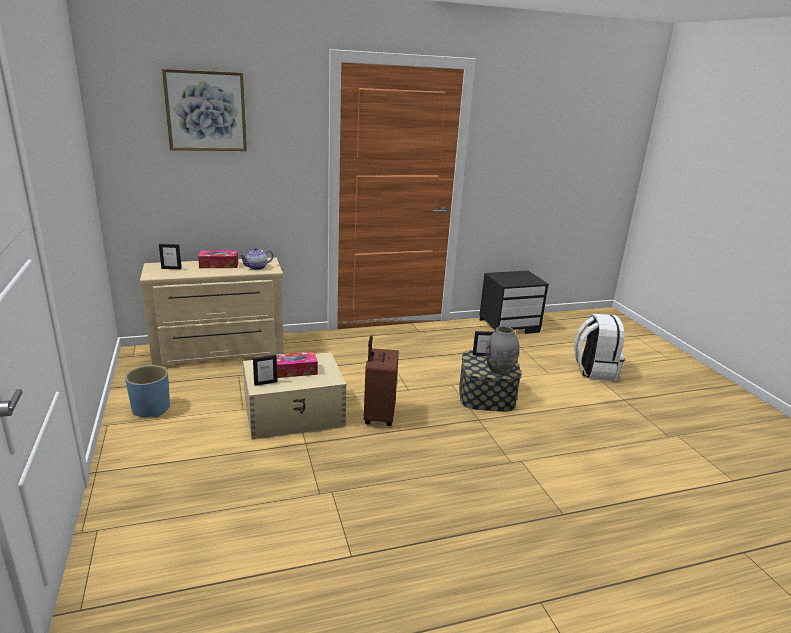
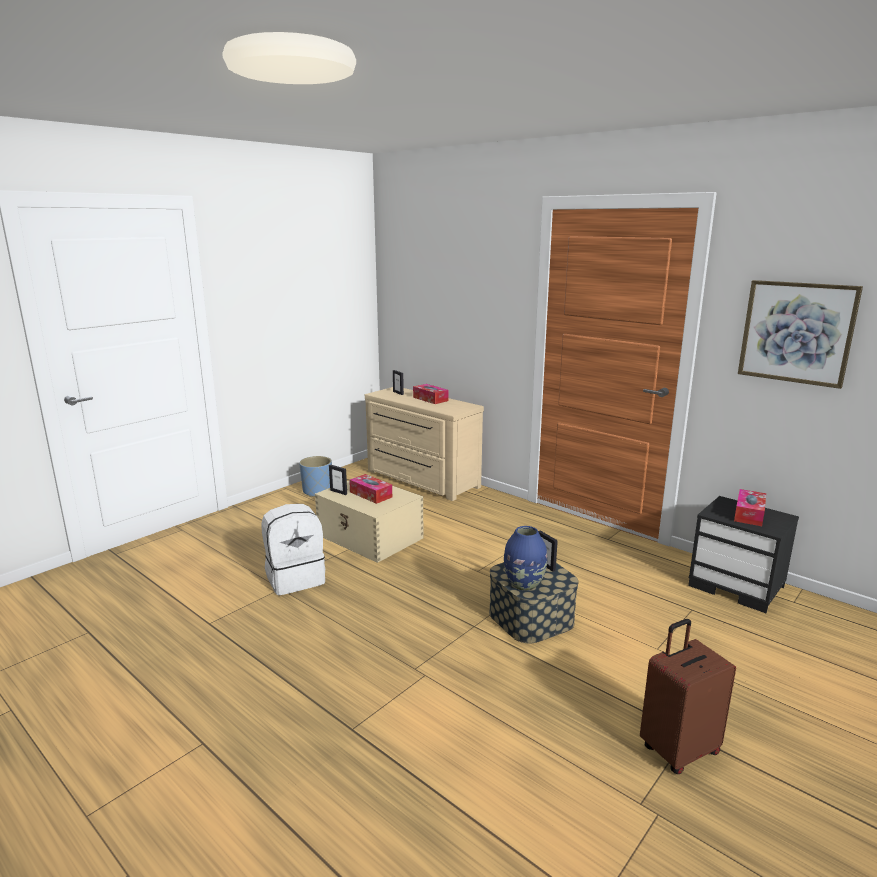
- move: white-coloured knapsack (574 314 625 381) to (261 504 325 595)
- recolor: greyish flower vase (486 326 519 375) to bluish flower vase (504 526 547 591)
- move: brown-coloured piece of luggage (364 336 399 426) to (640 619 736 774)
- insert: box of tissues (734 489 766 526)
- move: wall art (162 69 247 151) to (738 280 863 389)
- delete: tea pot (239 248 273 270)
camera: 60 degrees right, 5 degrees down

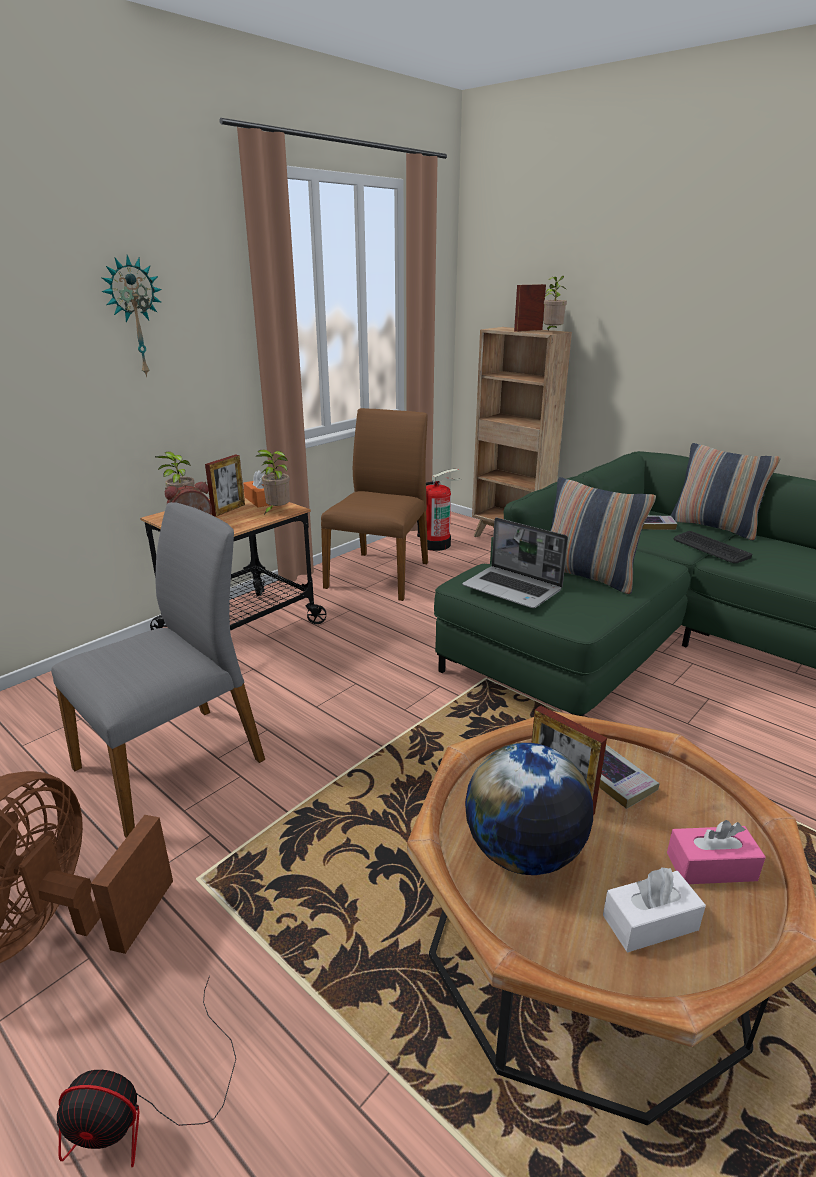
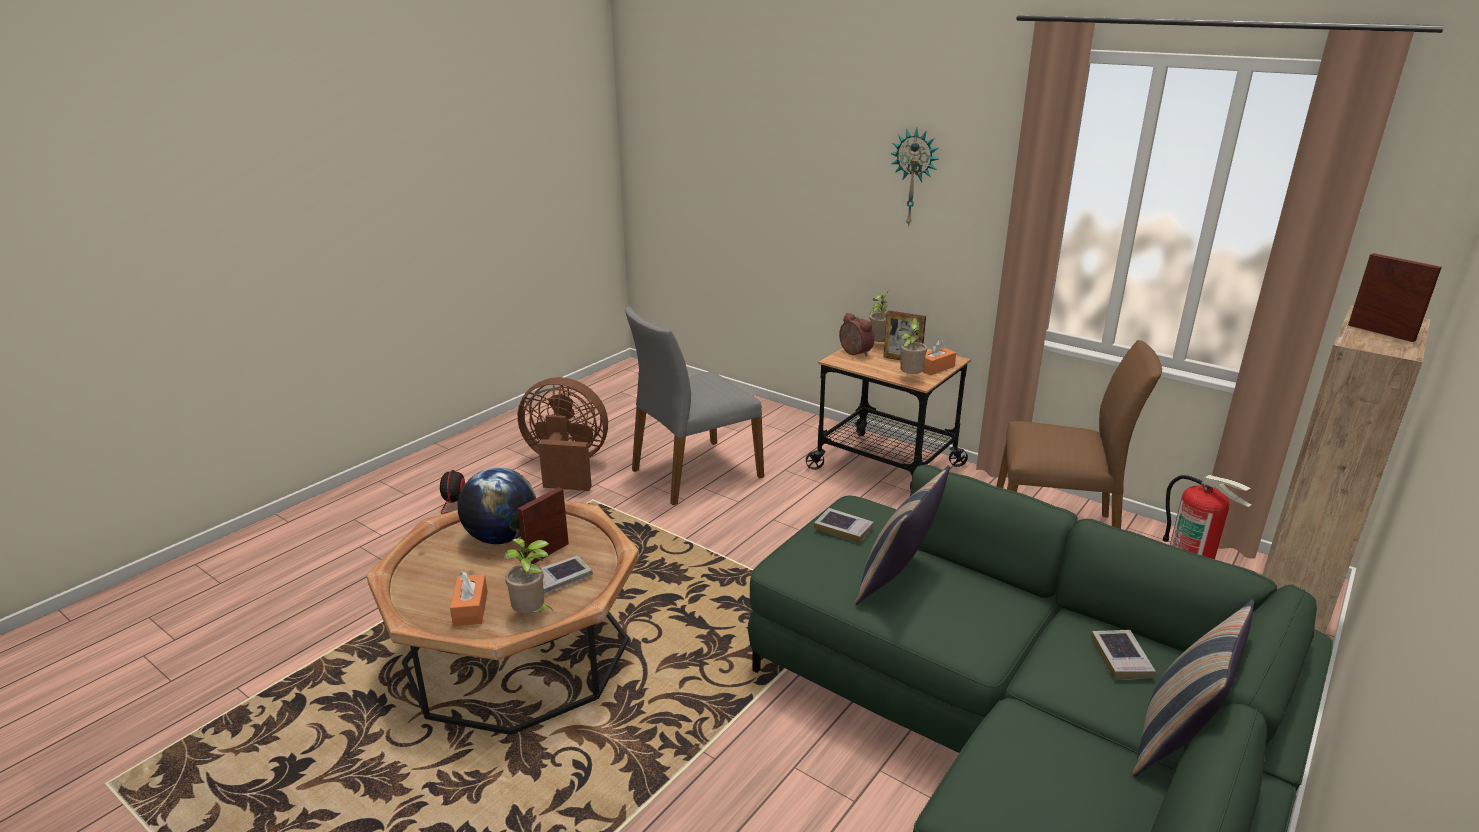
- recolor: pinkish box of tissues (667 820 766 884) to orange box of tissues (450 571 488 626)
- move: potted plant (543 276 567 331) to (504 539 552 613)
- rotate: greyish chair (51 502 265 838) = (625 306 764 505) 105 degrees clockwise
- replace: laptop (462 518 568 608) to bound book (814 508 874 543)
- delete: white-coloured box of tissues (603 867 706 952)
- delete: PC keyboard (674 531 752 563)
camera: 85 degrees right, 0 degrees up

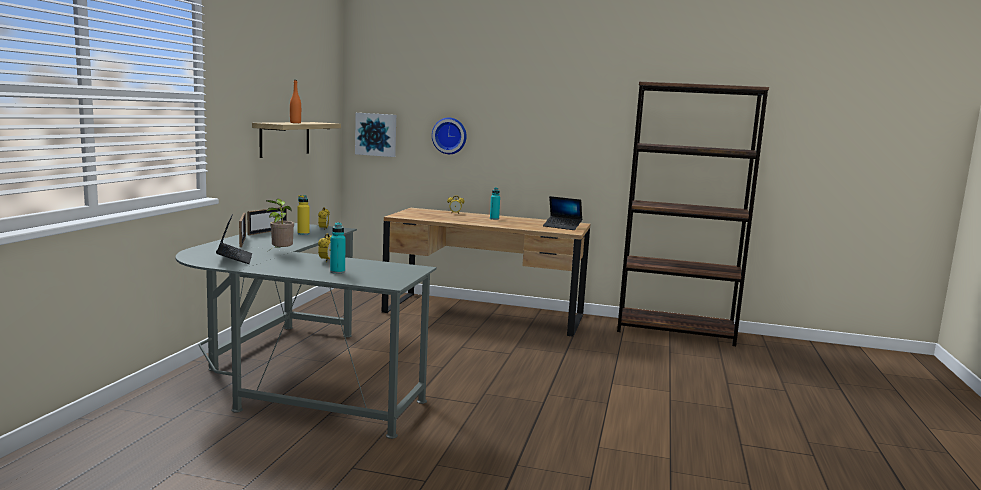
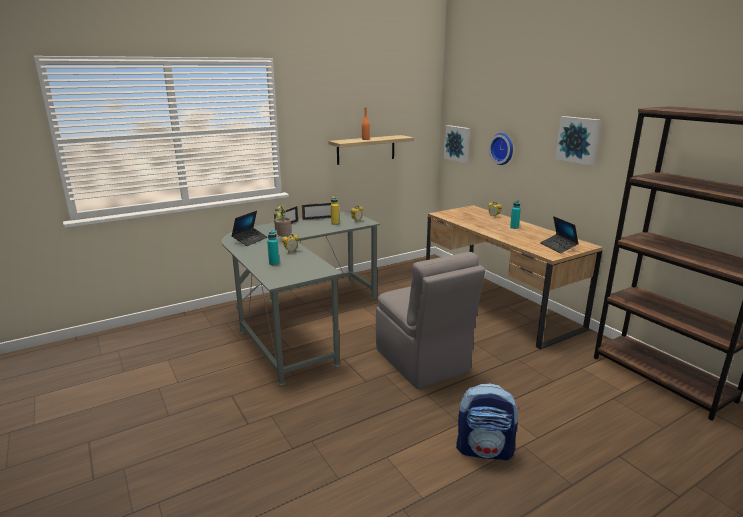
- insert: greyish chair (376 252 485 389)
- insert: knapsack (456 383 520 461)
- insert: wall art (555 116 601 166)
camera: 45 degrees right, 10 degrees up

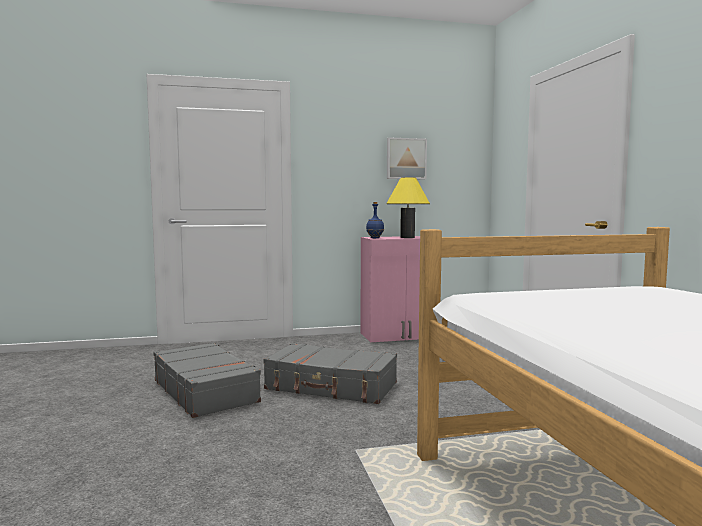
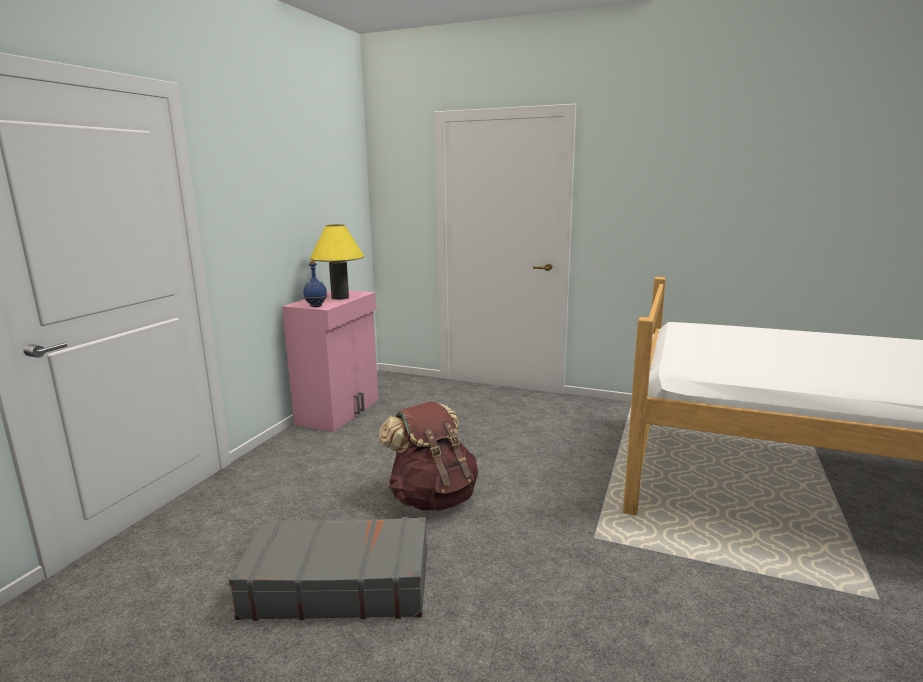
- replace: greyish piece of luggage (263 343 397 404) to brown-coloured knapsack (378 401 478 511)
- delete: wall art (387 137 427 179)
camera: 55 degrees left, 10 degrees up

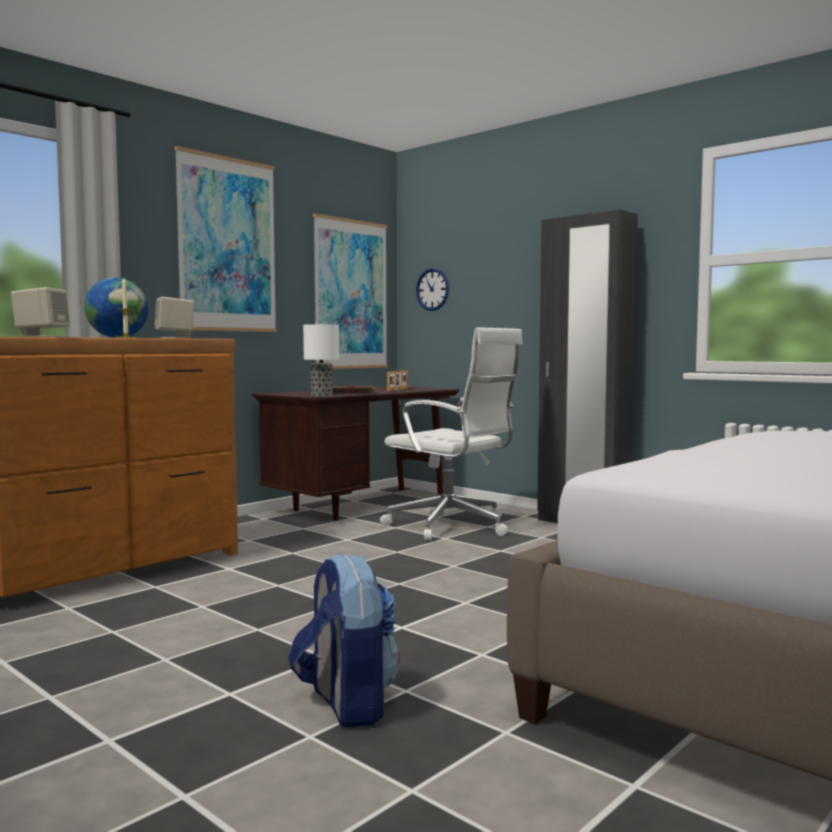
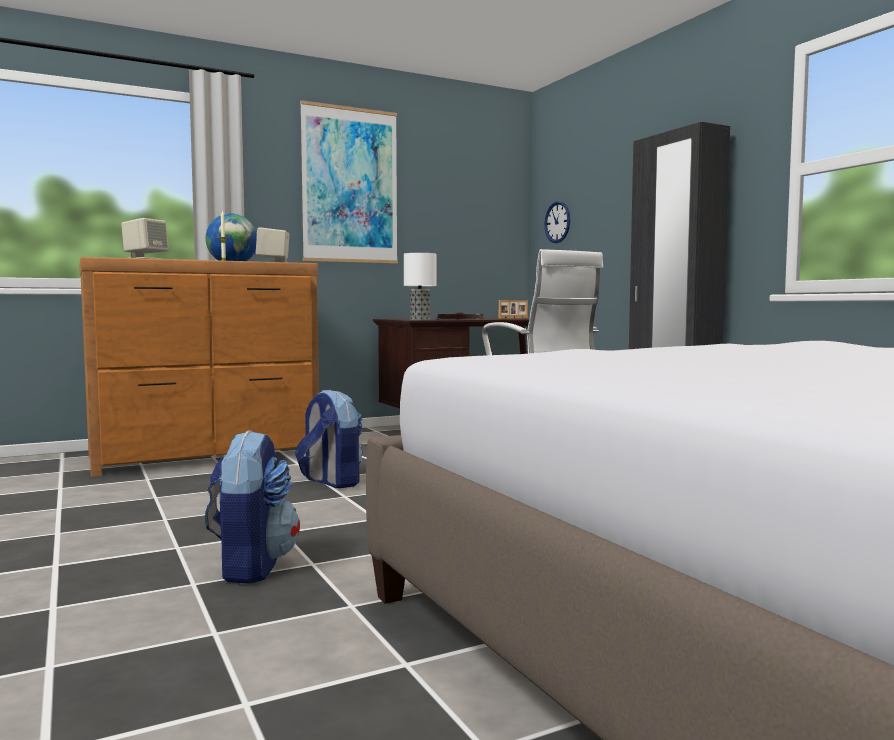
- insert: knapsack (295 390 362 488)
- delete: wall art (313 213 388 369)
camera: 20 degrees right, 0 degrees up

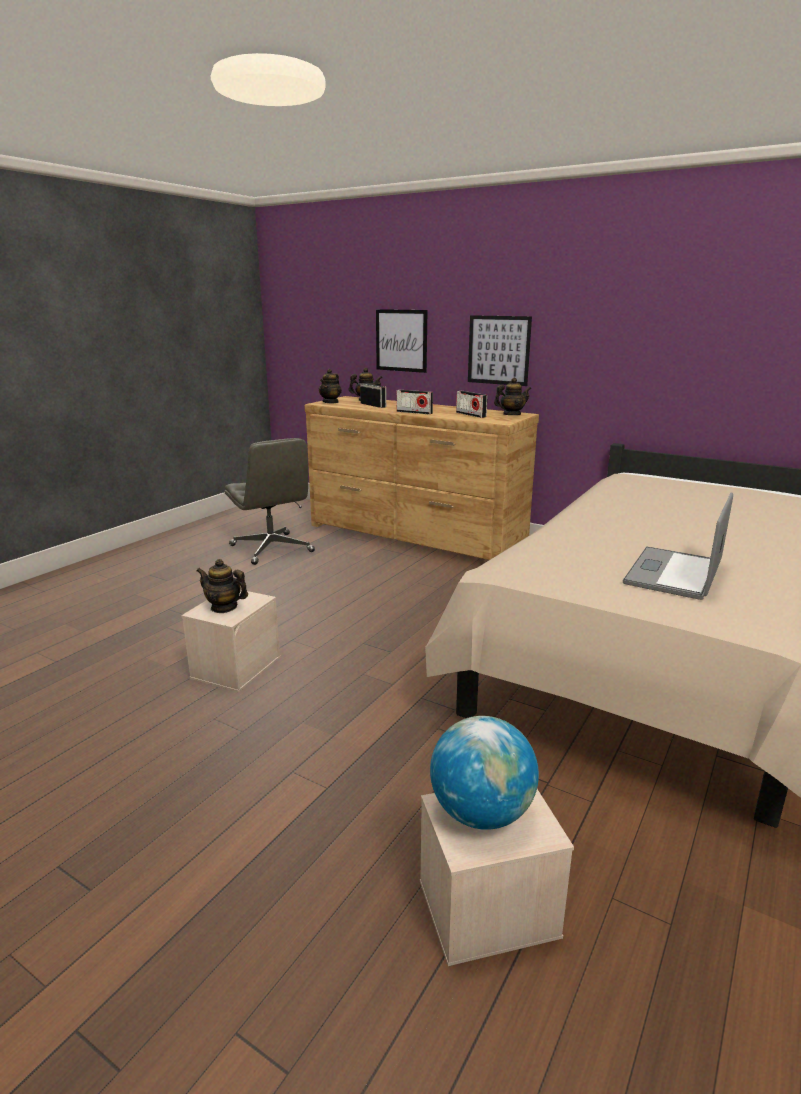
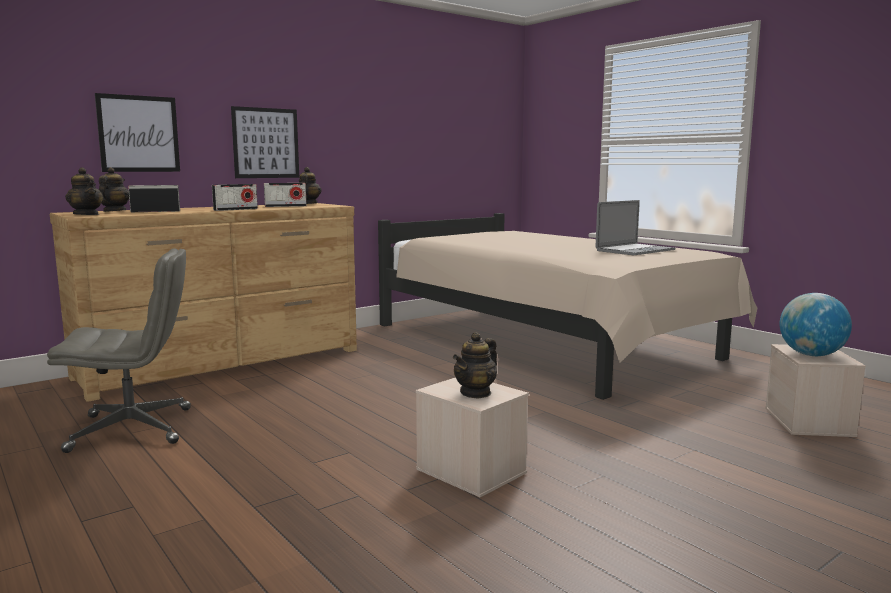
- rotate: laptop (623 492 733 600) = (596 200 675 255) 90 degrees counterclockwise
camera: 70 degrees left, 10 degrees down

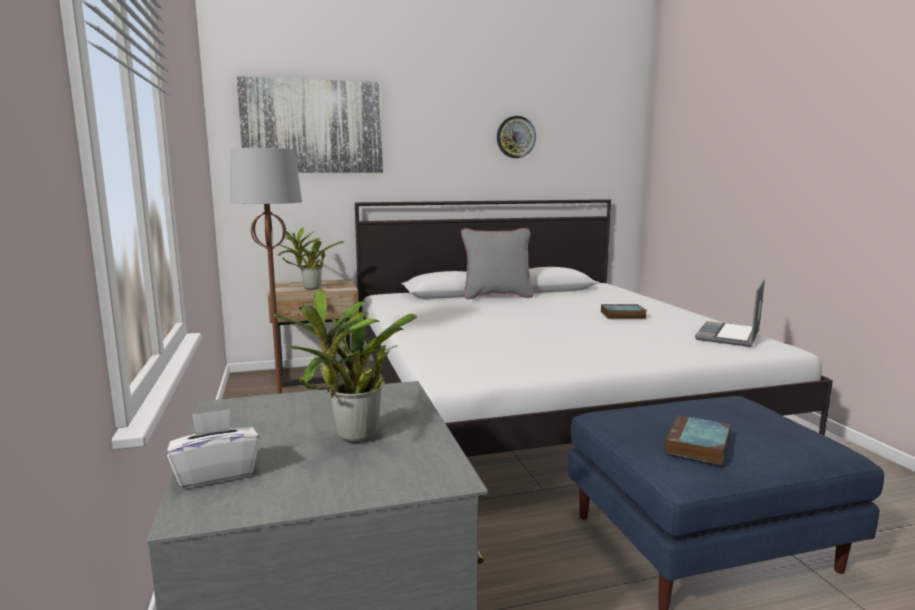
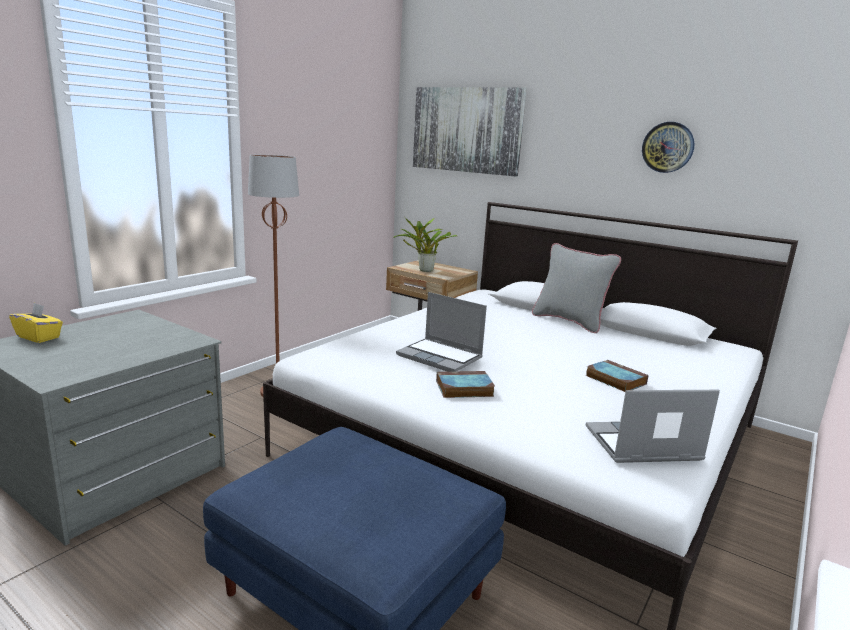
- recolor: white-coloured box of tissues (167 409 259 488) to yellow-coloured box of tissues (9 303 63 343)
- insert: laptop (396 292 487 372)
- move: bound book (665 415 731 465) to (436 371 495 398)
- delete: potted plant (274 289 417 443)
camera: 50 degrees right, 5 degrees up

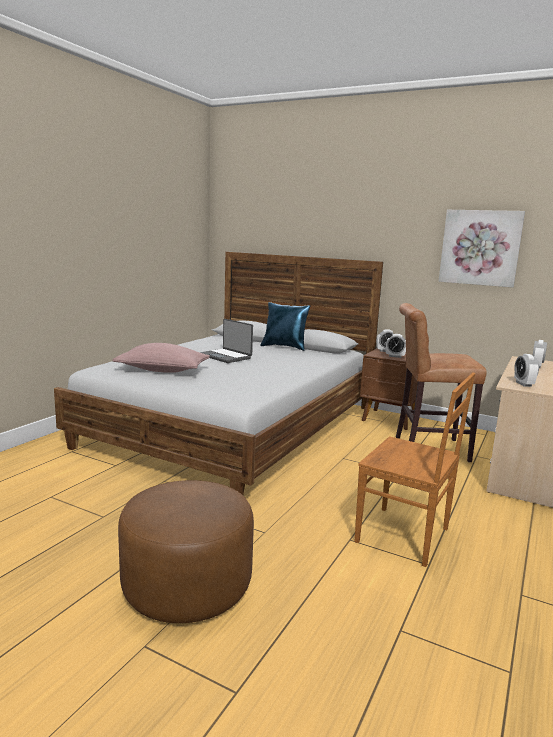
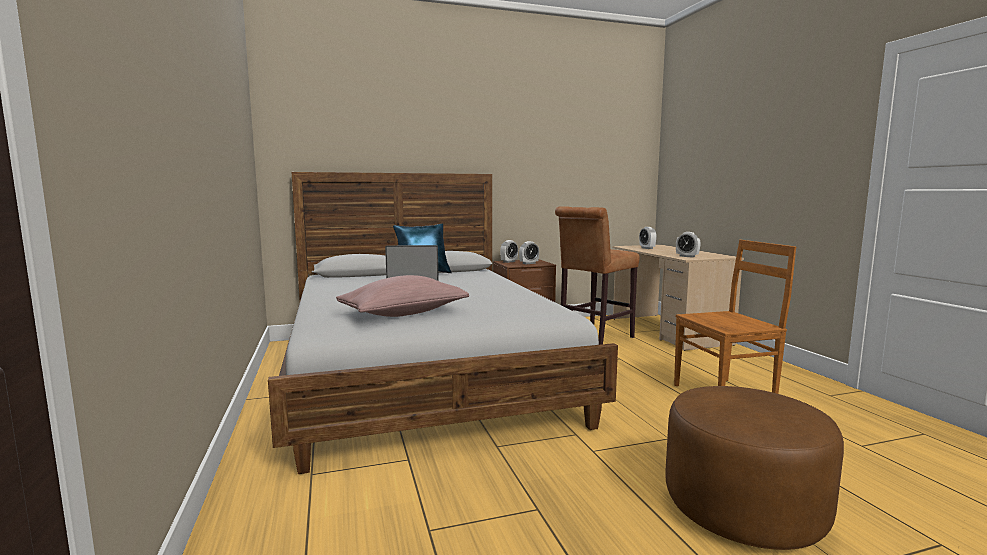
- delete: wall art (439 210 525 288)
camera: 45 degrees left, 5 degrees down

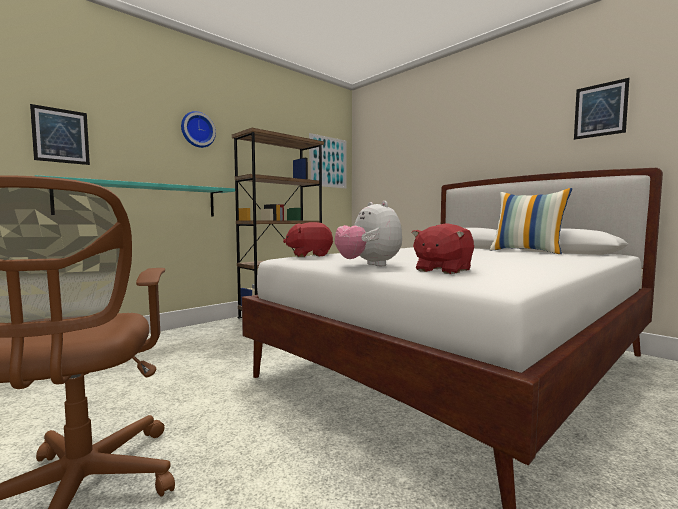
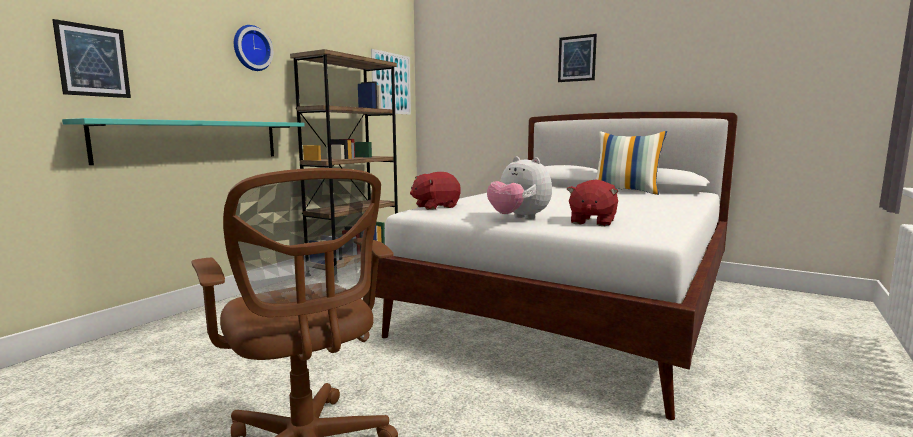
- move: wall art (574 78 629 140) to (558 34 597 82)
camera: 15 degrees left, 5 degrees up

